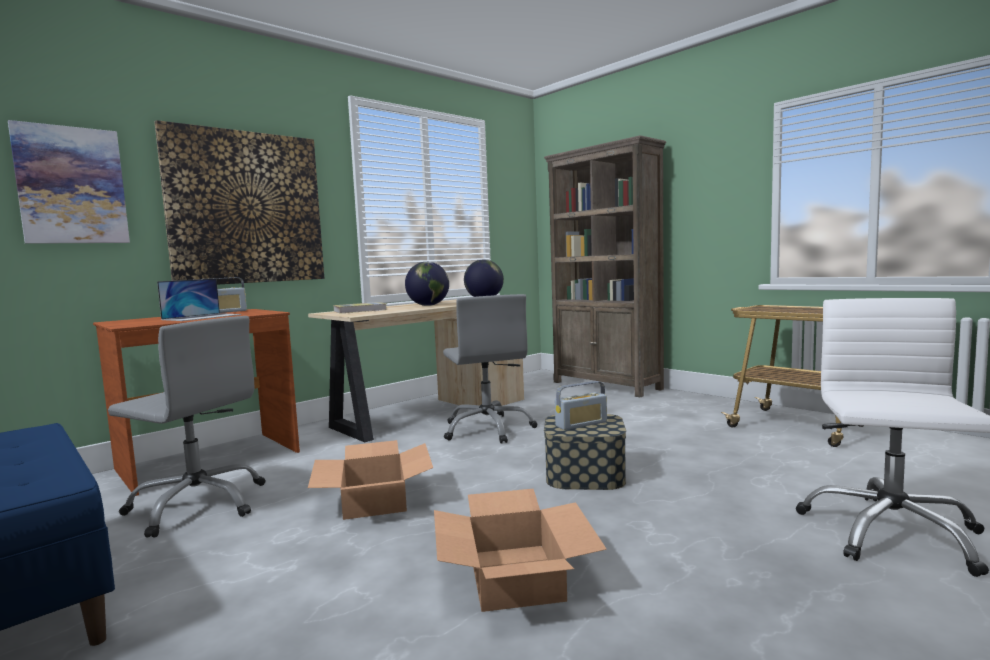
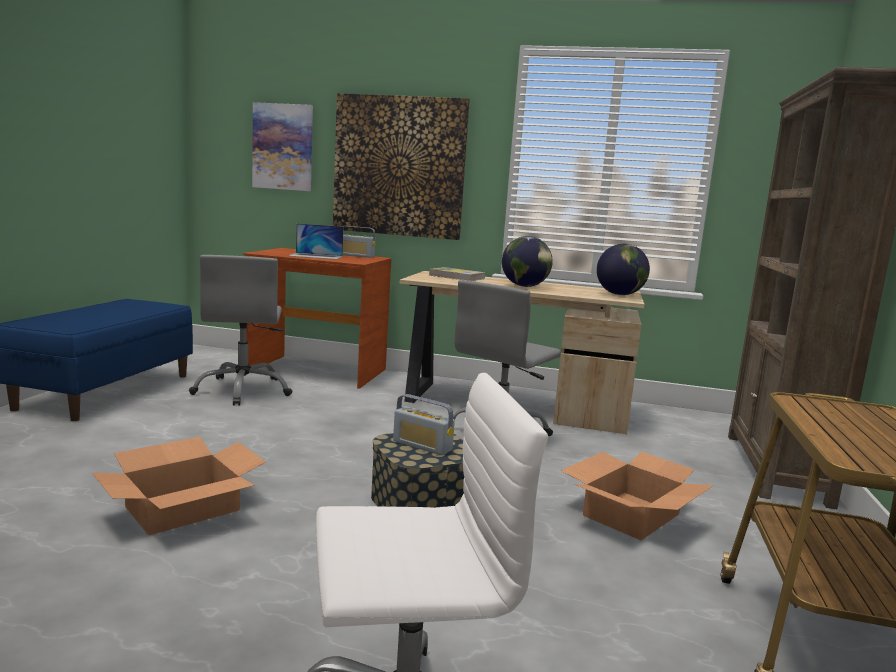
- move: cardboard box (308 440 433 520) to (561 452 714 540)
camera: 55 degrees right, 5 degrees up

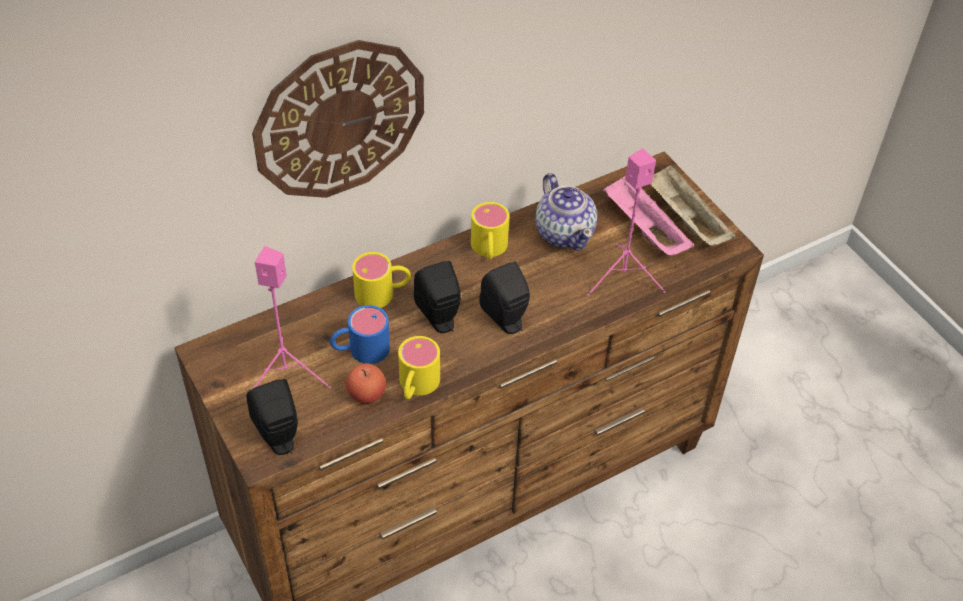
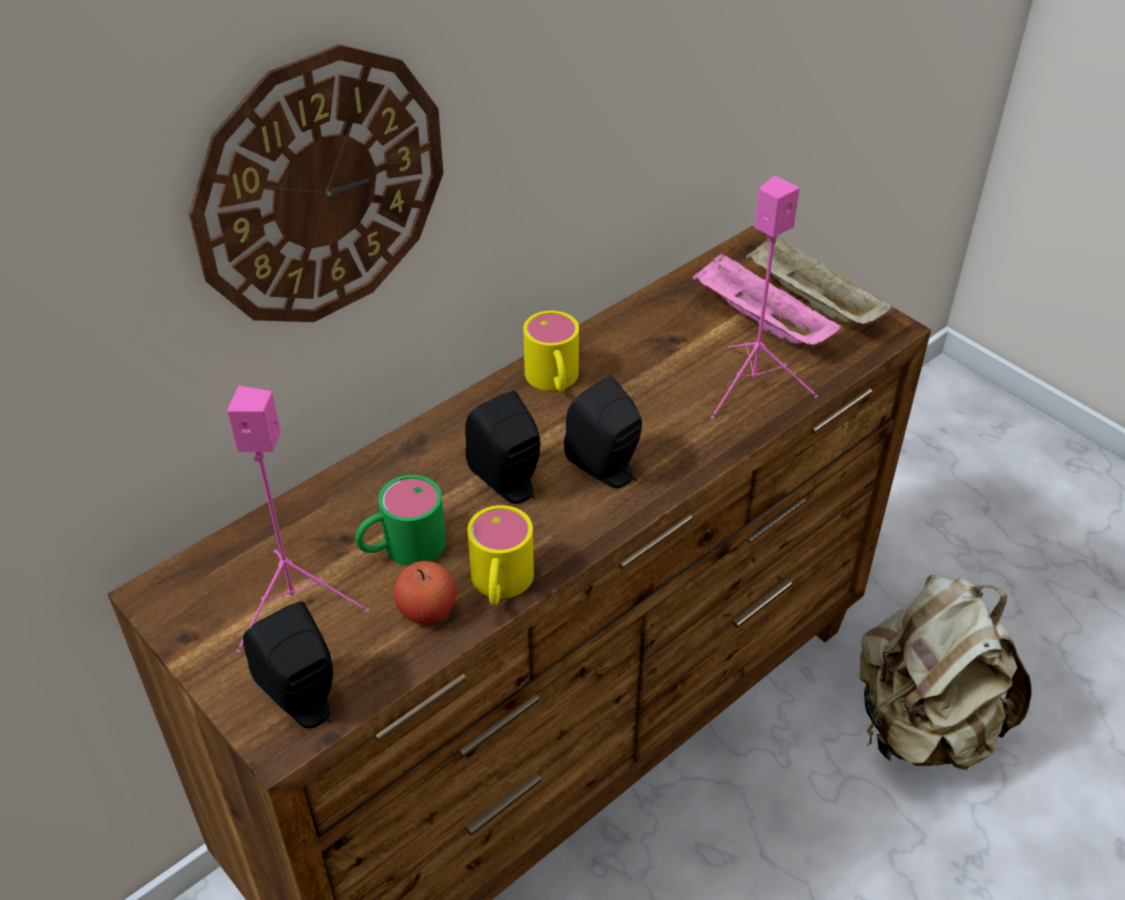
- recolor: bluish tea mug (330 305 390 364) to green-coloured tea mug (355 475 446 566)
- insert: beige-coloured knapsack (859 575 1032 770)
- delete: yellow-coloured tea mug (352 252 411 308)
- delete: tea pot (535 173 597 251)
camera: 10 degrees left, 5 degrees down

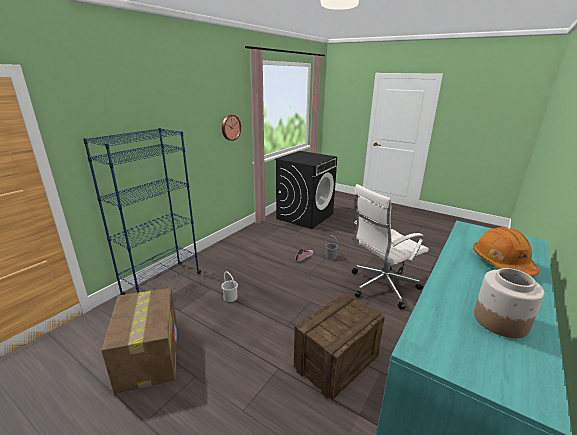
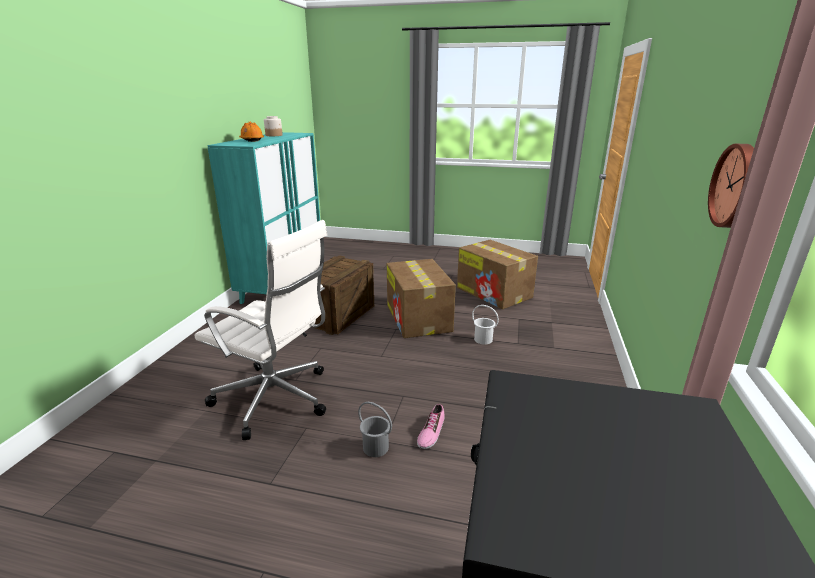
- rotate: white-coloured desk chair (352 184 429 310) = (195 220 327 440) 75 degrees clockwise
- insert: cardboard box (387 259 456 338)
- delete: bluish shelving unit (83 128 201 295)
camera: 160 degrees right, 0 degrees up

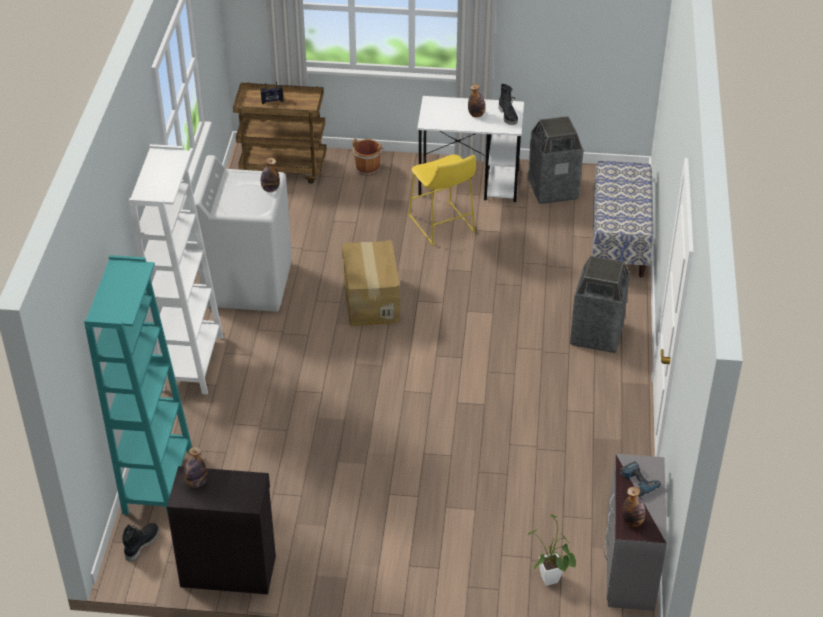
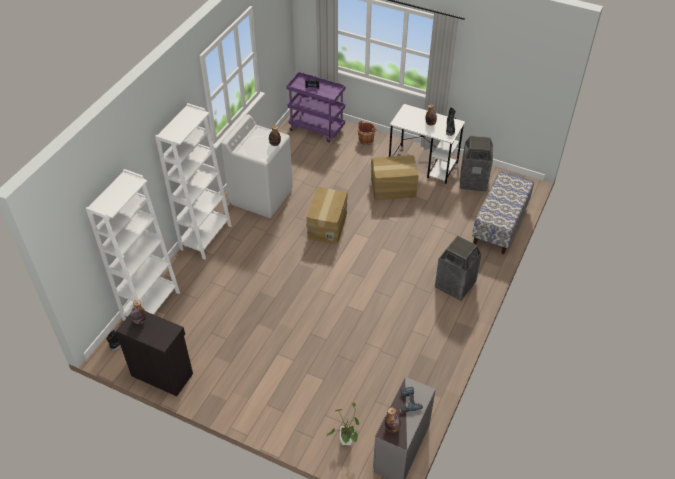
- recolor: turquoise shelving unit (84 255 192 515) to white-coloured shelving unit (86 169 180 321)
- recolor: brown-coloured trolley (233 82 327 184) to purple-coloured trolley (286 72 345 142)
- replace: yellow-coloured stool seat (408 155 476 246) to cardboard box (371 155 419 200)
camera: 20 degrees right, 5 degrees up

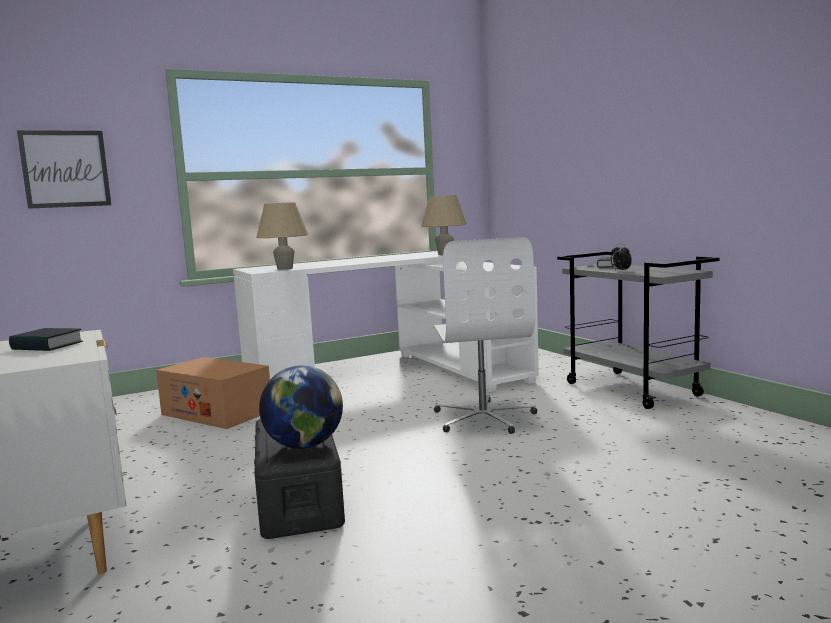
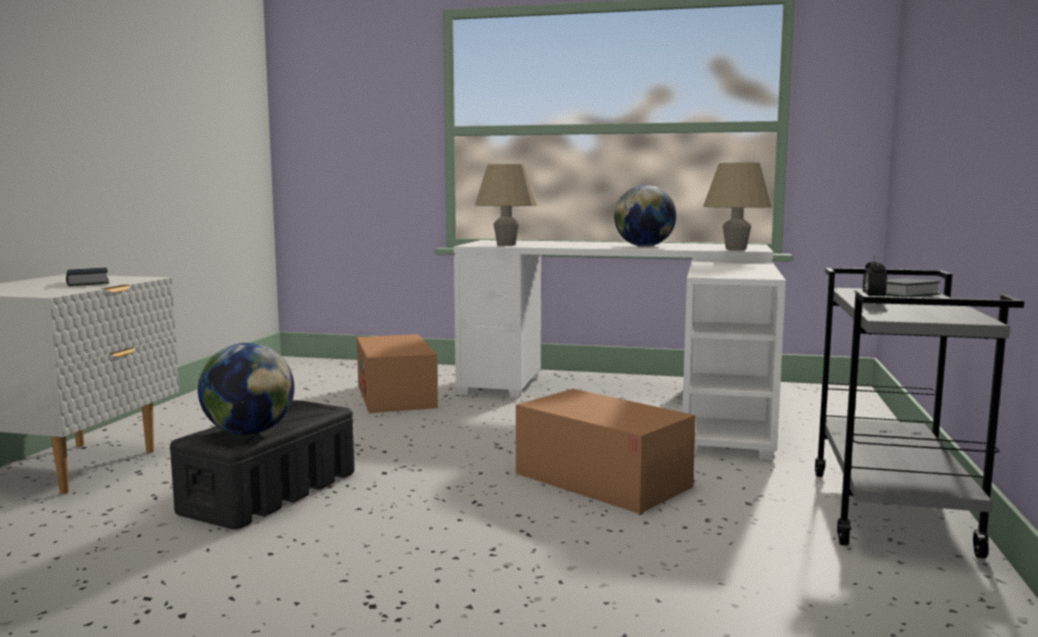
- replace: white-coloured desk chair (433 237 537 434) to cardboard box (516 389 696 514)
- insert: desk globe (614 185 676 247)
- delete: wall art (17 130 111 209)
camera: 40 degrees right, 0 degrees up

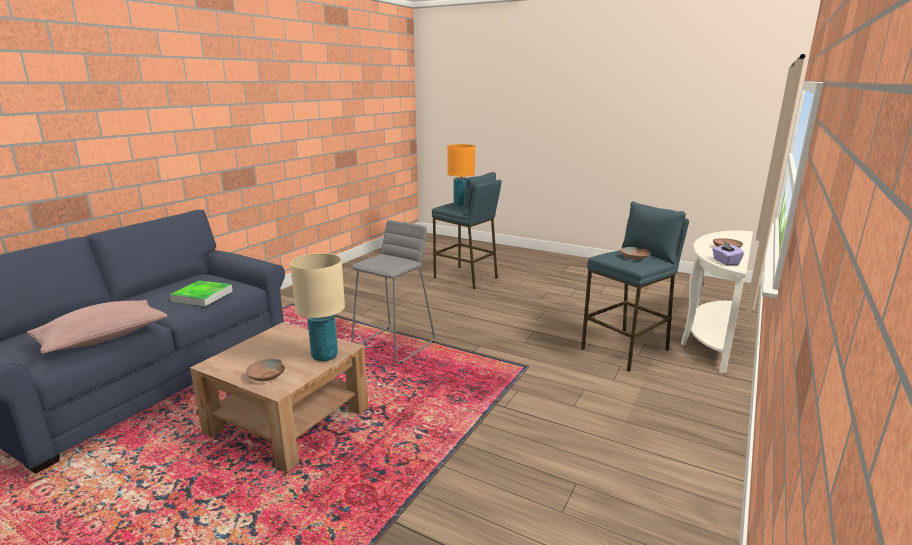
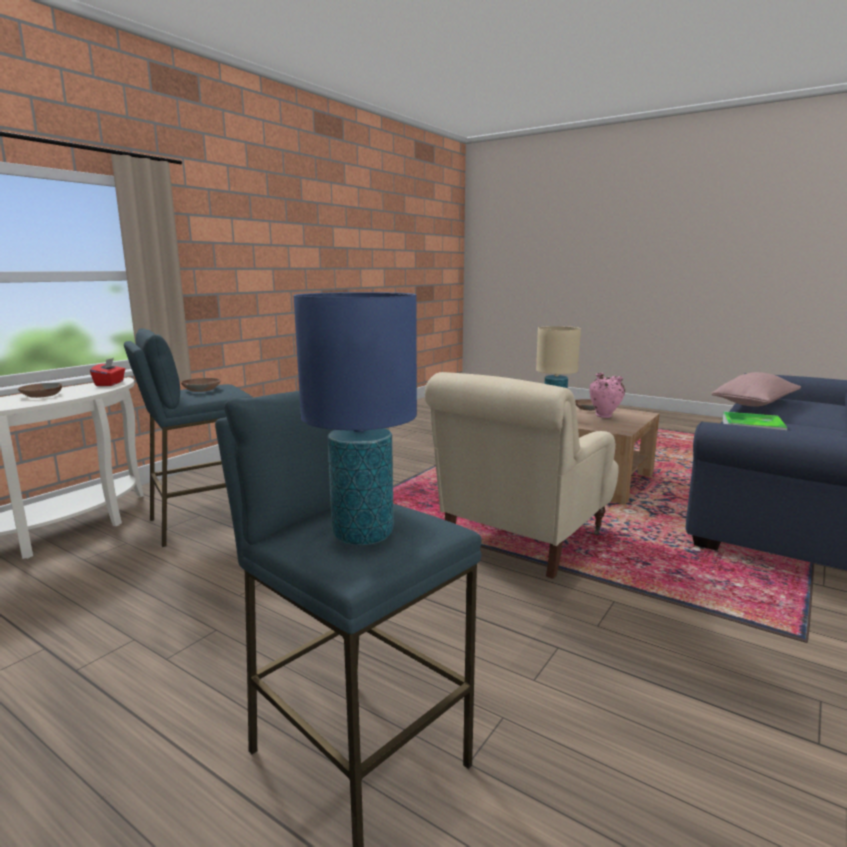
- recolor: purple-coloured box of tissues (712 241 744 265) to red-coloured box of tissues (90 358 125 386)
- recolor: orange table lamp (447 144 475 206) to bluish table lamp (293 292 417 546)
- replace: greyish stool seat (351 220 435 364) to beige-coloured easy chair (425 372 619 579)
- insert: pinkish flower vase (590 373 625 418)
camera: 175 degrees left, 5 degrees down

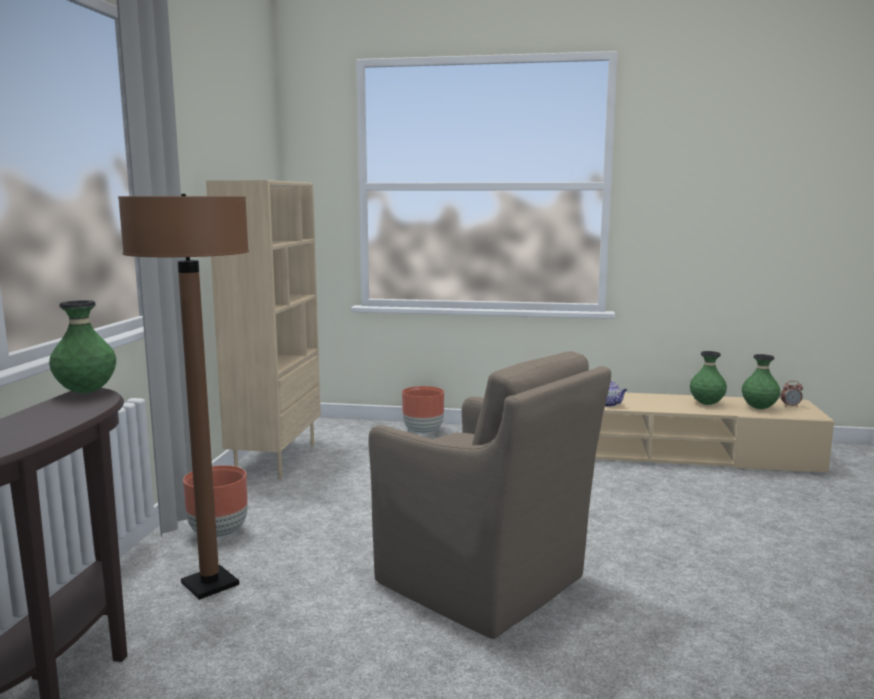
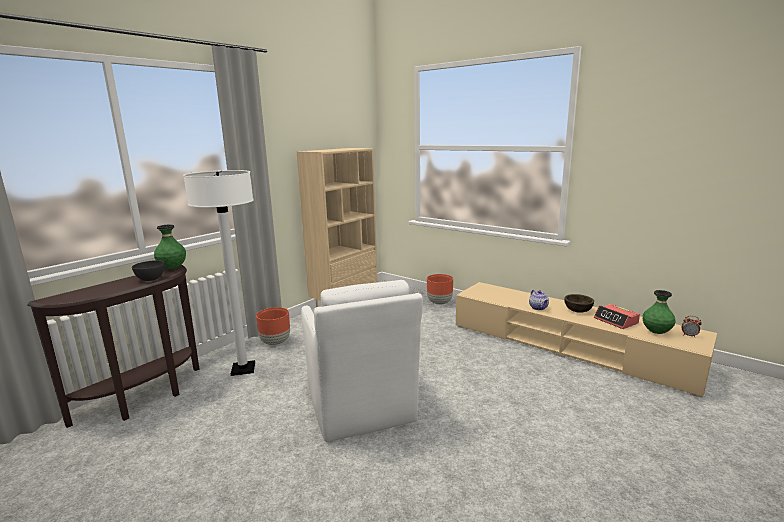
- insert: greyish serving bowl (132 260 165 281)
- recolor: brown-coloured floor lamp (118 194 249 600) to white-coloured floor lamp (183 170 255 376)
- recolor: brown-coloured easy chair (368 351 611 639) to white-coloured easy chair (301 280 423 442)
- insert: brown-coloured serving bowl (564 294 594 313)
- replace: green-coloured flower vase (690 351 727 405) to bedside clock (594 304 640 329)
camera: 30 degrees right, 5 degrees up

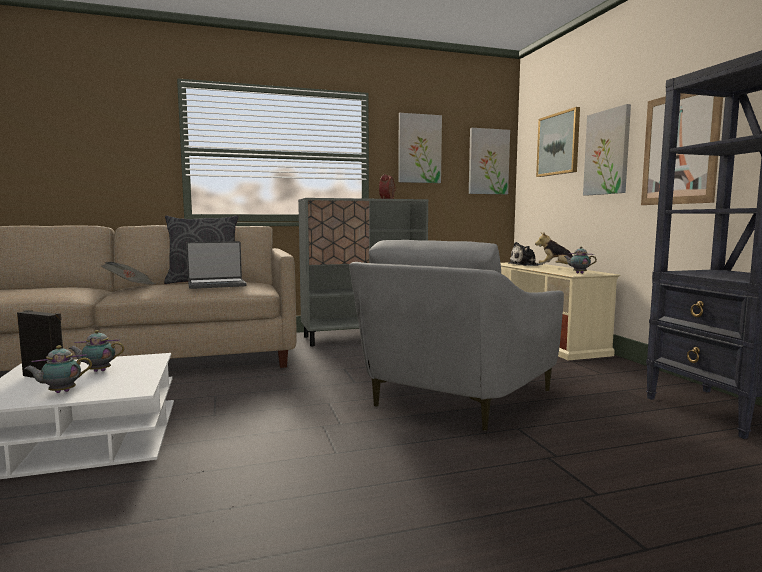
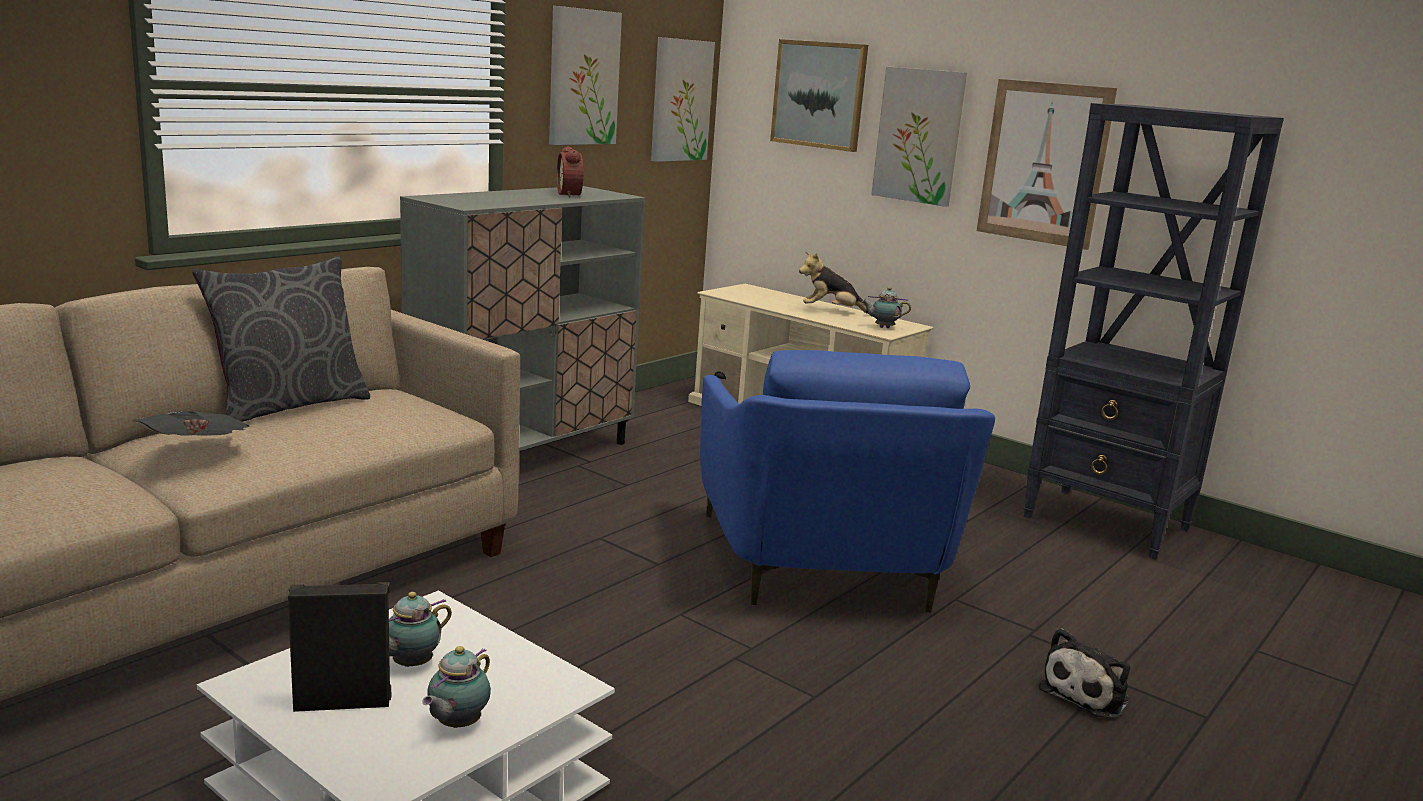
- recolor: greyish easy chair (349 240 564 431) to bluish easy chair (700 350 995 613)
- move: cuddly toy (509 242 543 266) to (1039 628 1130 717)
- delete: laptop (186 241 247 289)
camera: 35 degrees left, 10 degrees up

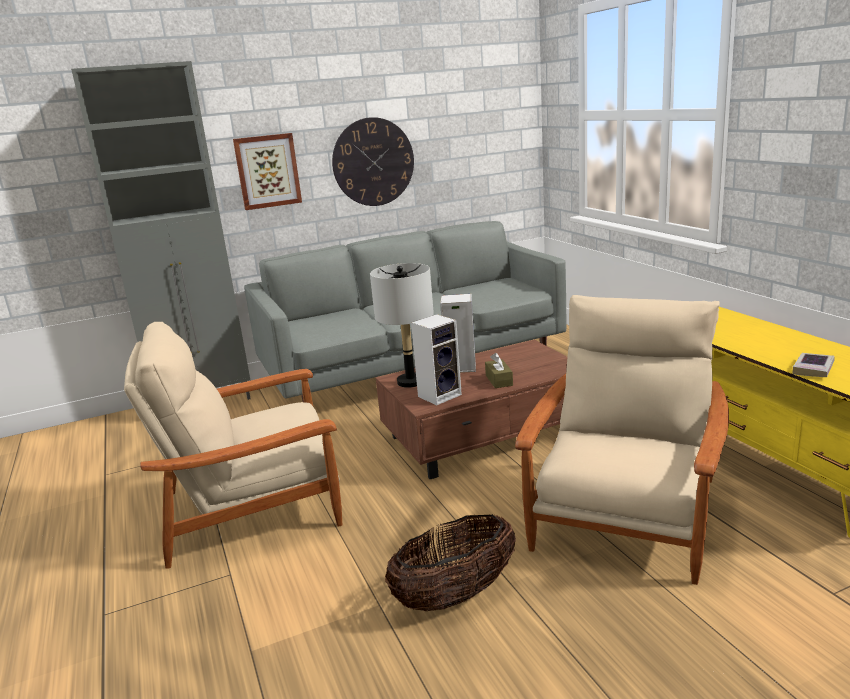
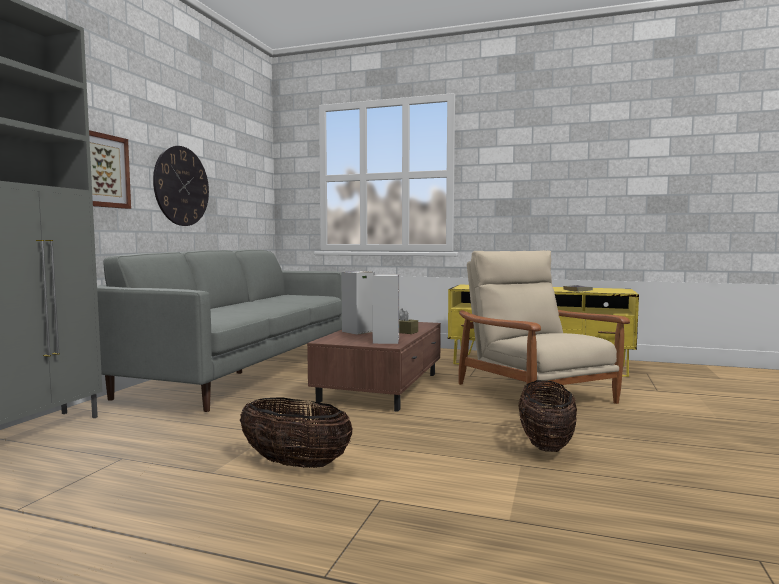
- replace: beige-coloured easy chair (124 322 342 568) to basket (240 397 353 468)
- delete: greyish table lamp (370 263 434 388)
camera: 50 degrees left, 15 degrees down

